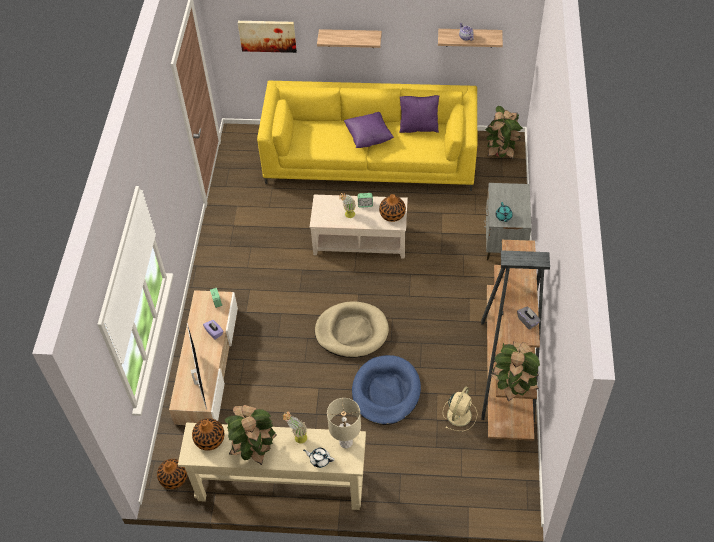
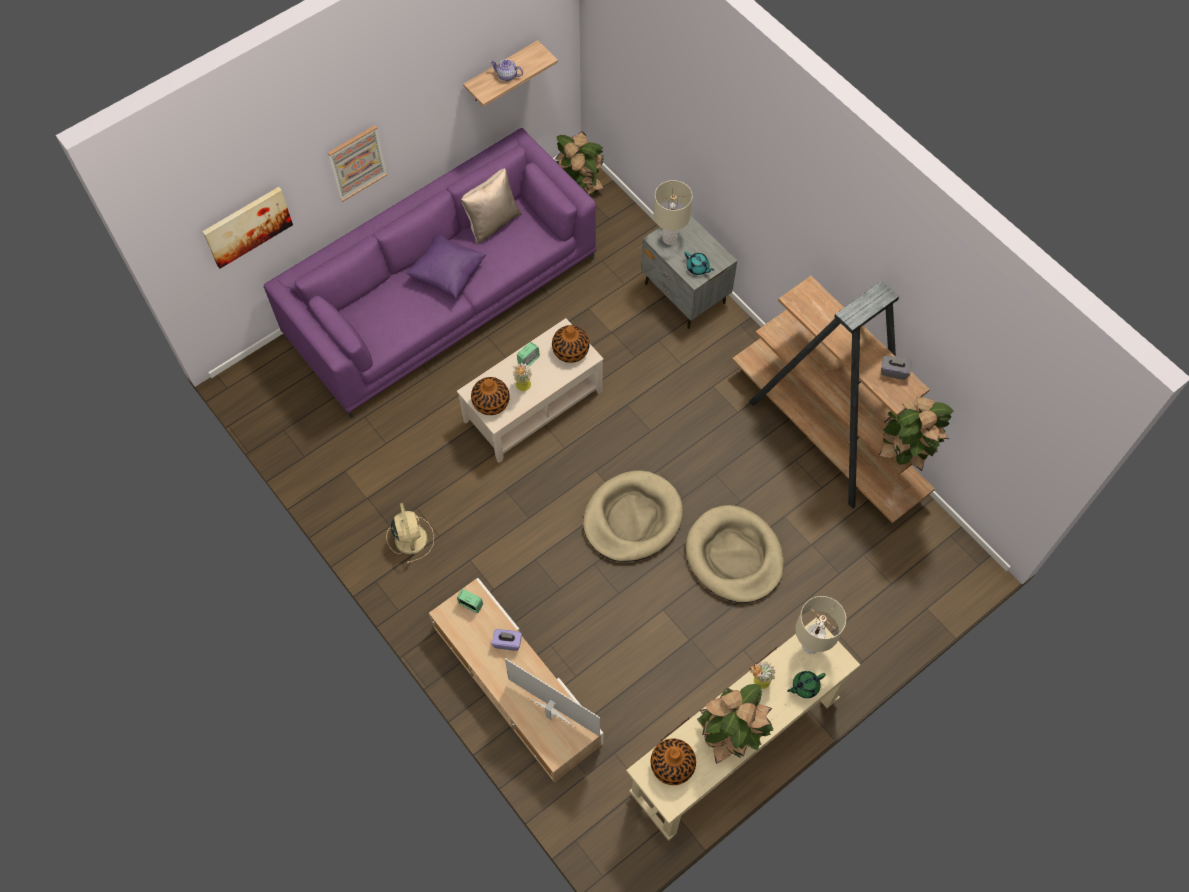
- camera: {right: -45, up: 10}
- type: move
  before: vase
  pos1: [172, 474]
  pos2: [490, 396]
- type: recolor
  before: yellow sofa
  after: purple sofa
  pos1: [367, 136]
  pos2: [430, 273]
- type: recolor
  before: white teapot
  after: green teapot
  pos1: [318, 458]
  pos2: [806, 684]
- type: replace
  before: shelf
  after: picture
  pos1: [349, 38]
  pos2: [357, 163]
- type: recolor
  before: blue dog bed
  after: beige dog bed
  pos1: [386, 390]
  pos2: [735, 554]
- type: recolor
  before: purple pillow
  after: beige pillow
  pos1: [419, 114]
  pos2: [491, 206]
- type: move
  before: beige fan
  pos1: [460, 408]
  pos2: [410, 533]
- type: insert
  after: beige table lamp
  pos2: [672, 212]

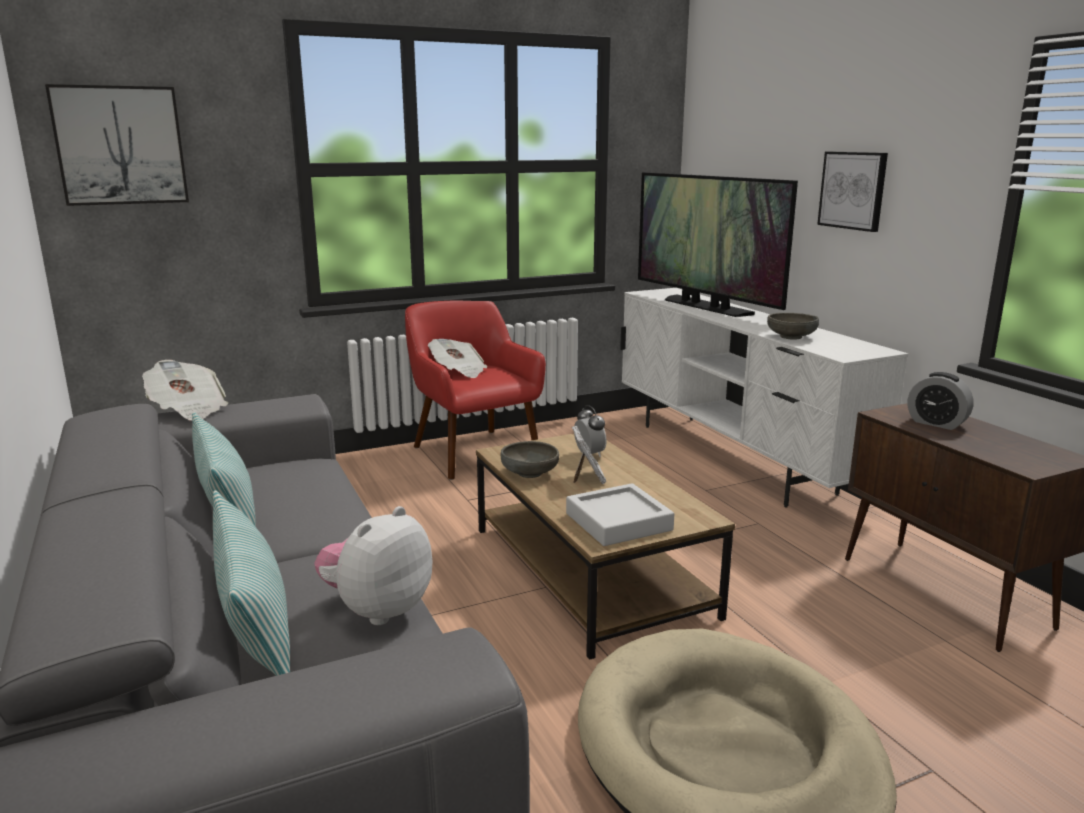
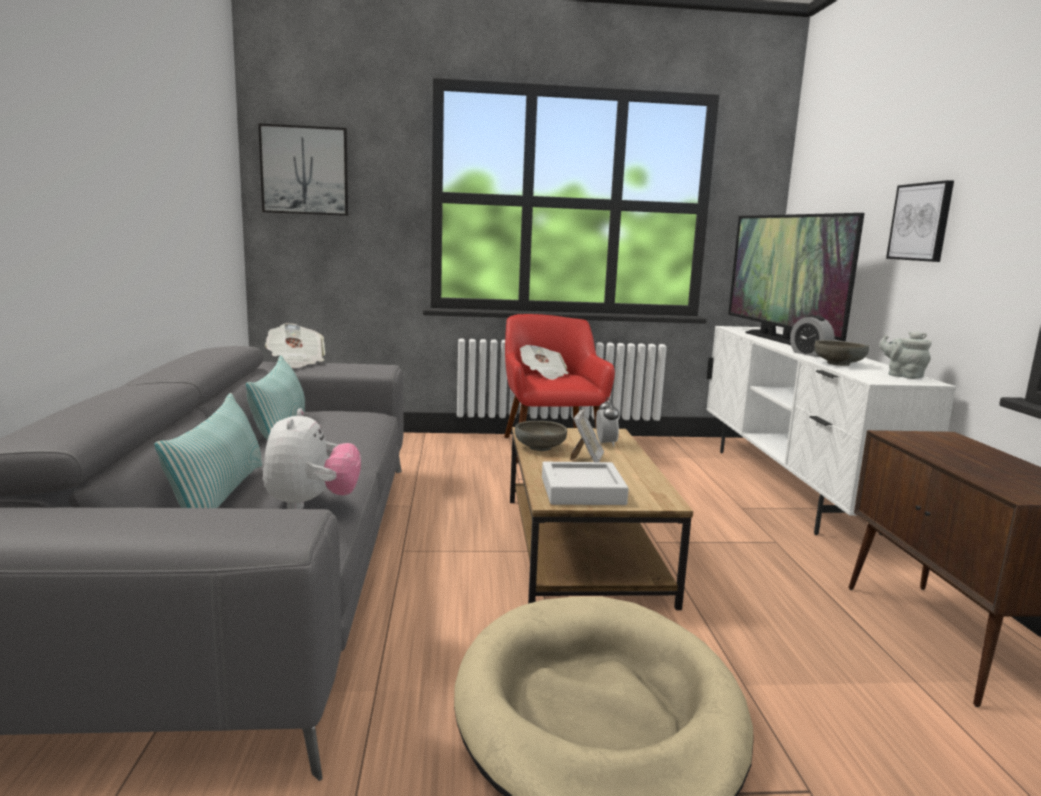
- camera: {right: 20, up: -5}
- type: rotate
  before: plush toy
  pos1: [373, 565]
  pos2: [312, 458]
  turn: 120
- type: move
  before: alarm clock
  pos1: [941, 401]
  pos2: [812, 336]
- type: insert
  after: grey teapot
  pos2: [905, 355]

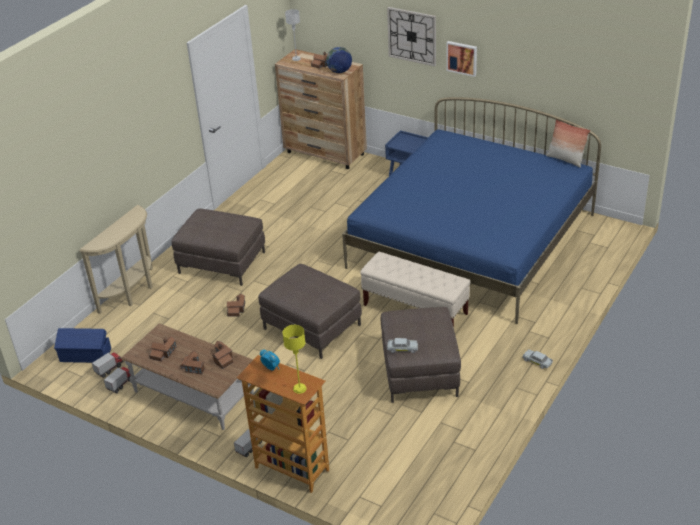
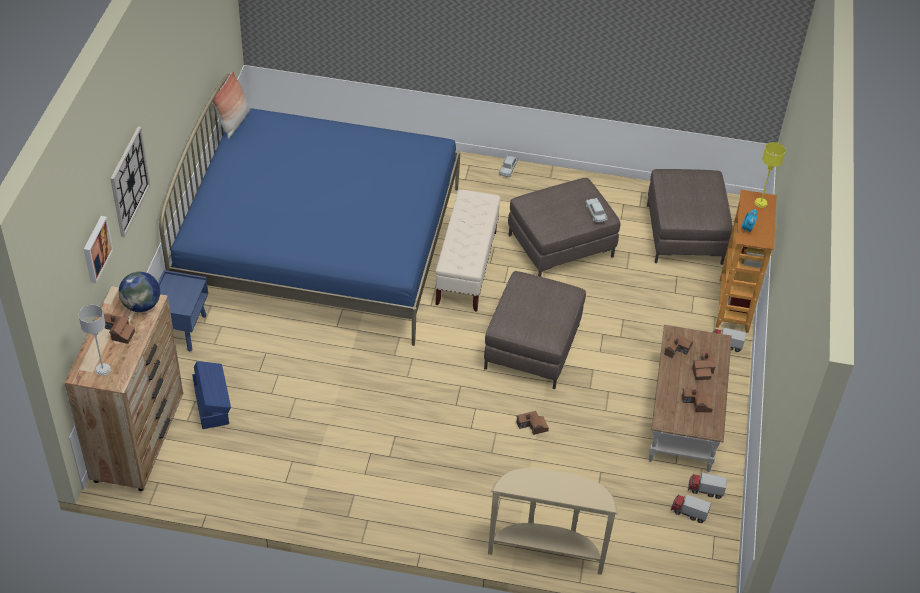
- camera: {right: -115, up: 10}
- type: move
  before: blue storage box
  pos1: [82, 345]
  pos2: [211, 395]
- type: move
  before: brown ottoman
  pos1: [218, 247]
  pos2: [690, 217]
- type: move
  before: picture
  pos1: [461, 59]
  pos2: [98, 249]

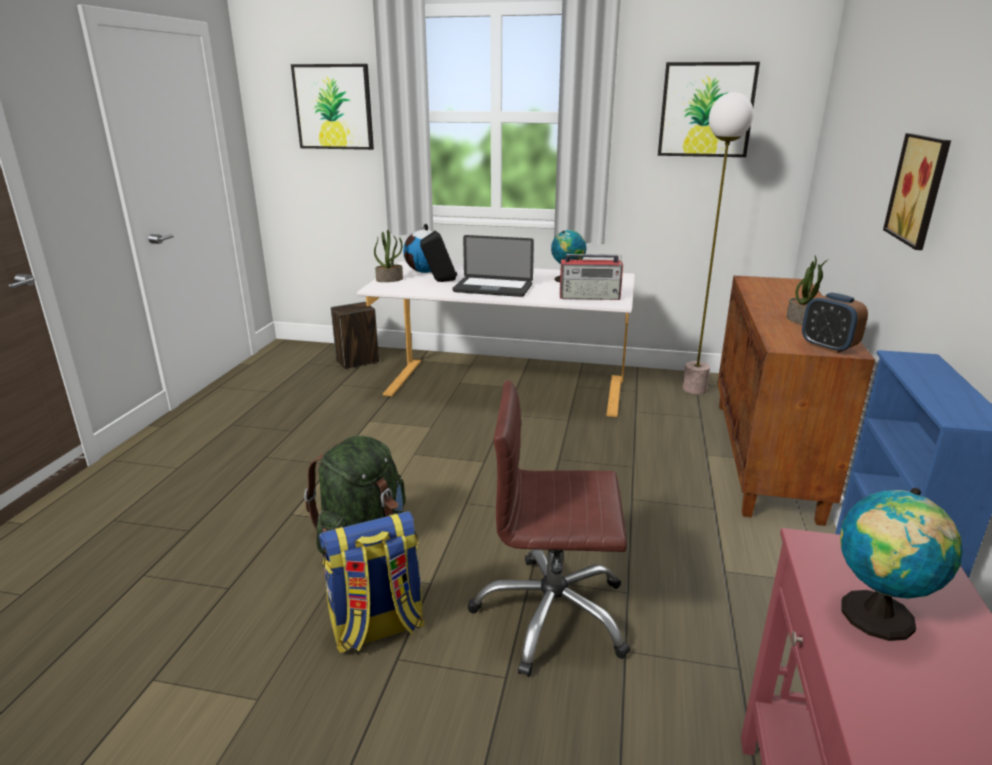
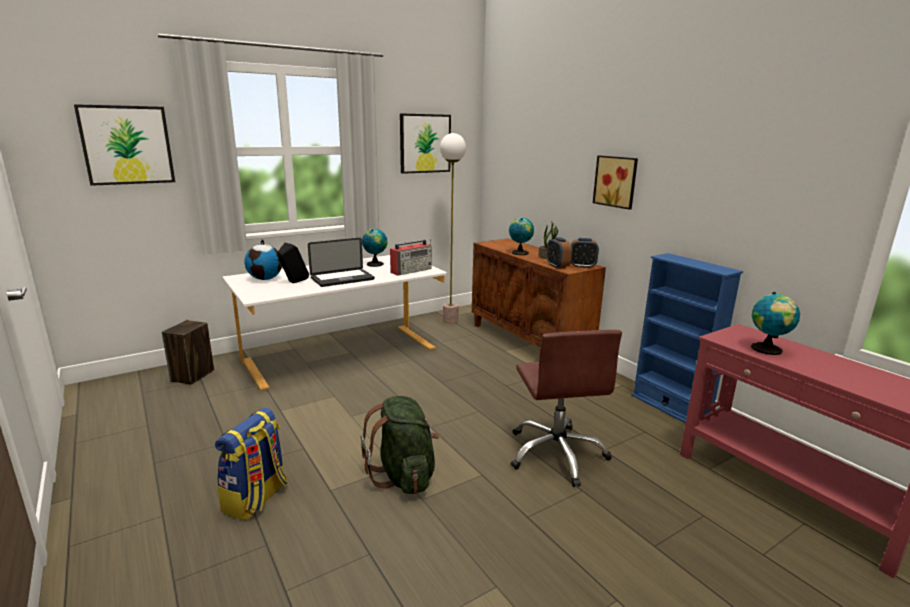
- camera: {right: -45, up: -5}
- type: move
  before: backpack
  pos1: [372, 582]
  pos2: [251, 464]
- type: delete
  before: potted plant
  pos1: [388, 256]
- type: rotate
  before: brown office chair
  pos1: [549, 528]
  pos2: [566, 408]
  turn: -60
- type: insert
  after: globe
  pos2: [521, 236]
- type: insert
  after: alarm clock
  pos2: [559, 253]

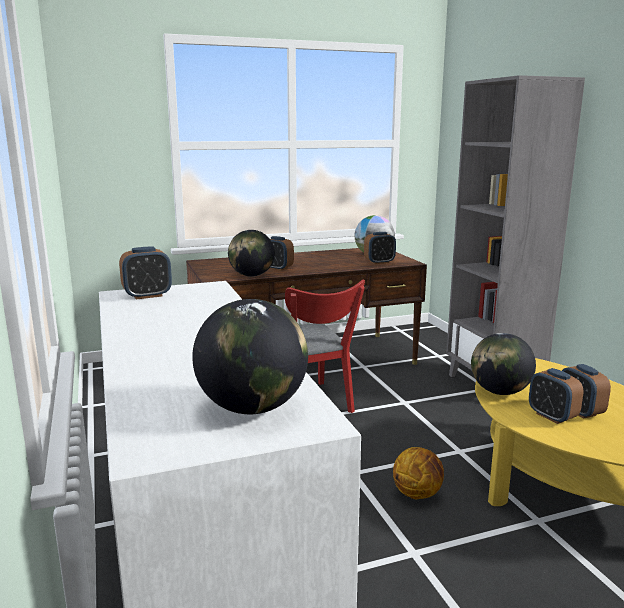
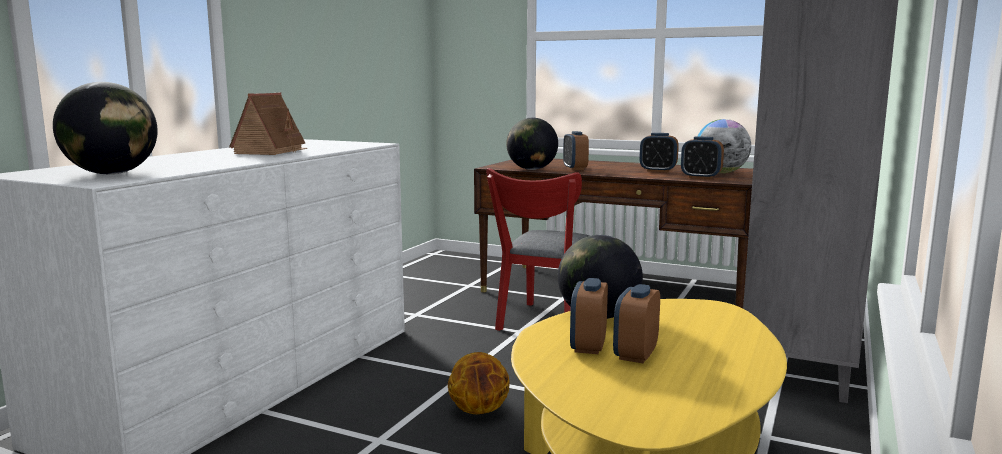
- camera: {right: 45, up: -5}
- type: move
  before: alarm clock
  pos1: [145, 273]
  pos2: [659, 152]
- type: insert
  after: toy house
  pos2: [268, 124]

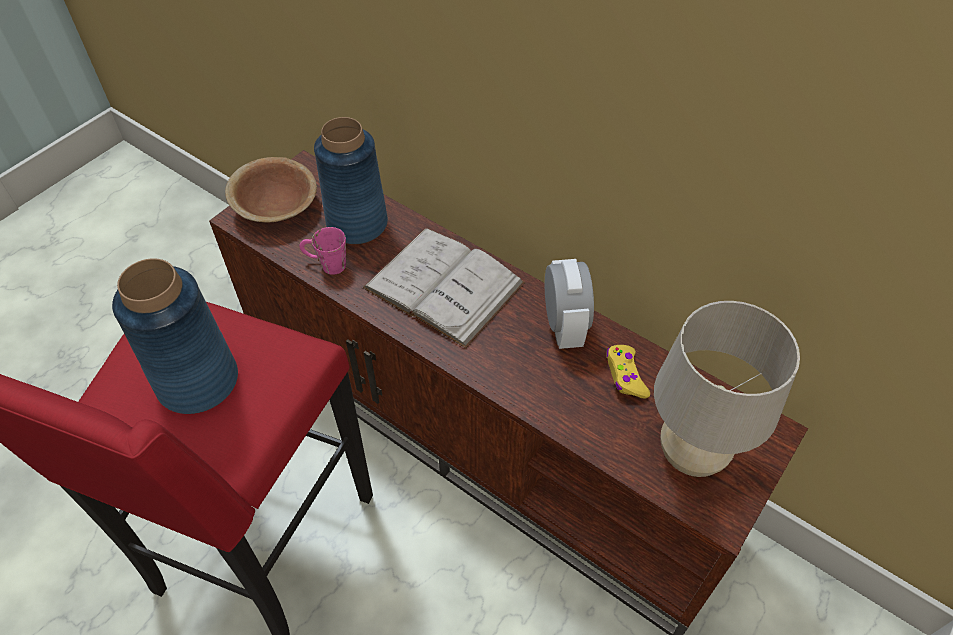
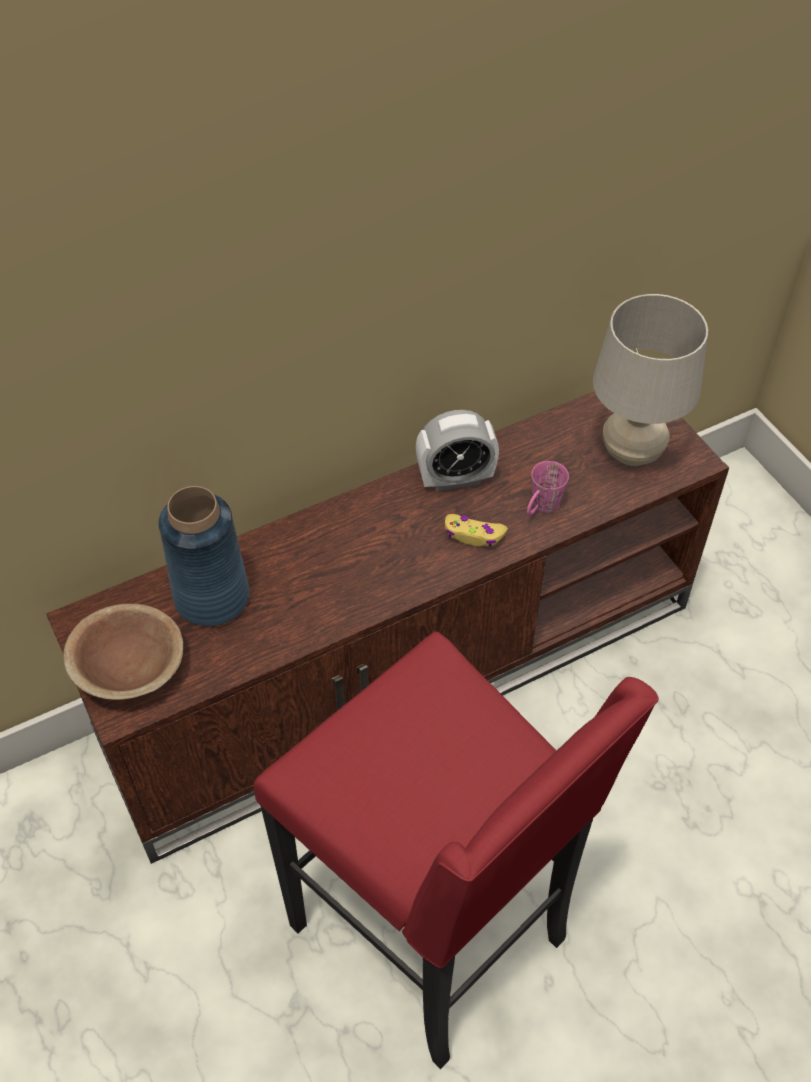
- camera: {right: -65, up: 0}
- type: delete
  before: blue vase
  pos1: [175, 336]
- type: move
  before: pink mug
  pos1: [322, 251]
  pos2: [548, 488]
- type: delete
  before: white book
  pos1: [444, 288]
- type: rotate
  before: alarm clock
  pos1: [569, 304]
  pos2: [457, 450]
  turn: 150
- type: move
  before: yellow game controller
  pos1: [628, 371]
  pos2: [476, 530]

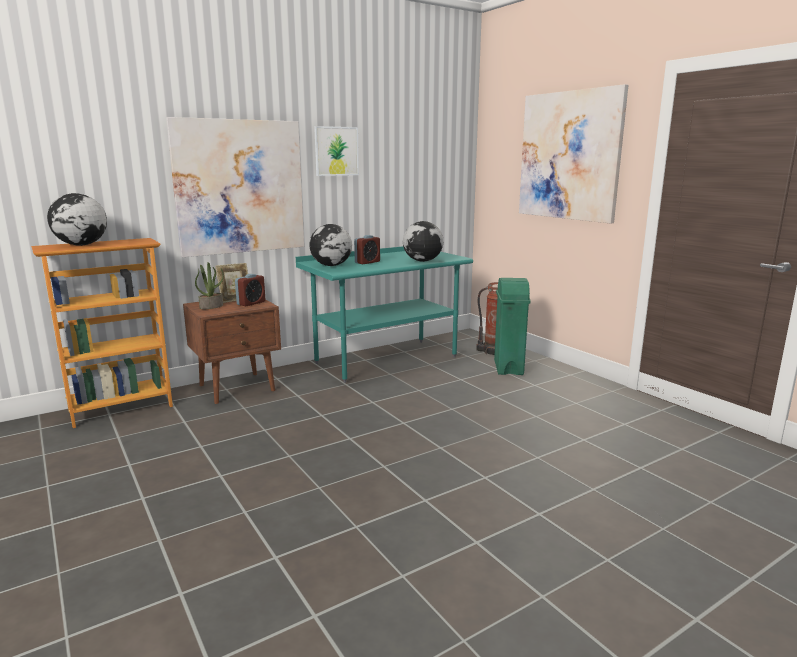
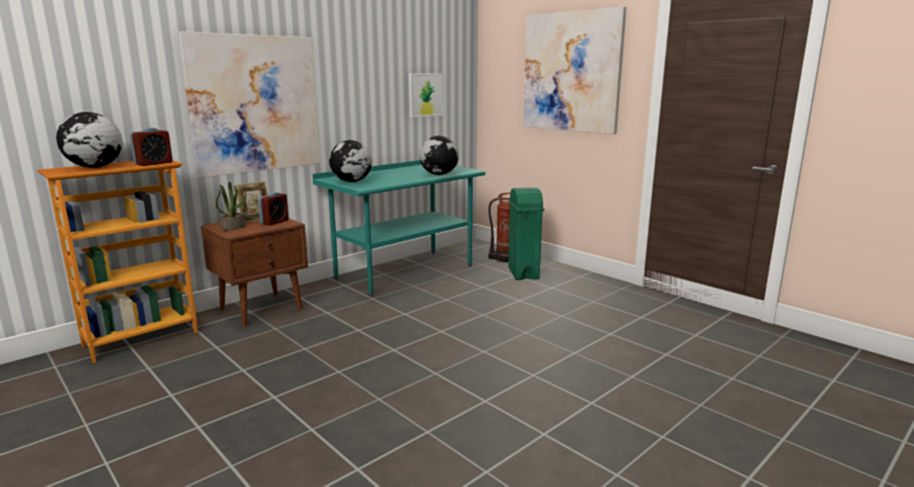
- camera: {right: -10, up: 0}
- type: move
  before: picture
  pos1: [336, 151]
  pos2: [426, 95]
- type: move
  before: alarm clock
  pos1: [367, 249]
  pos2: [151, 147]

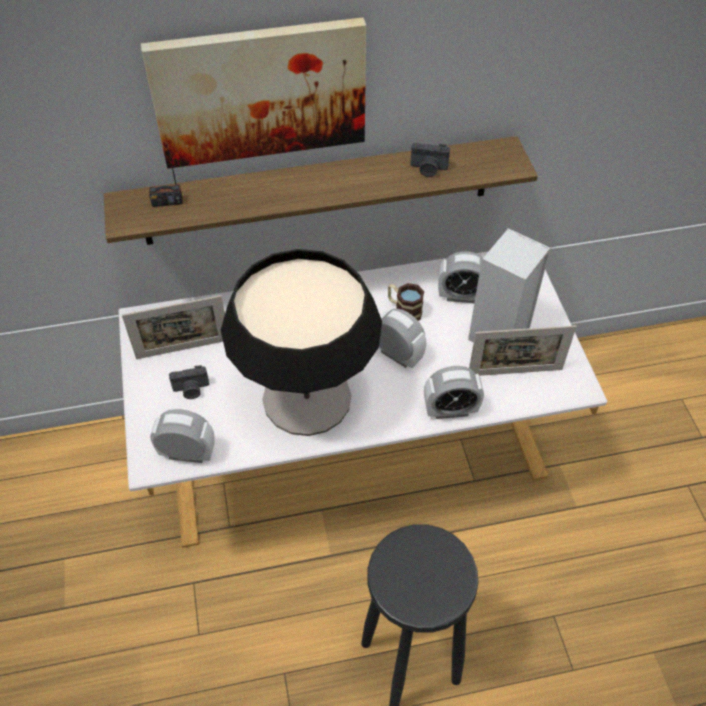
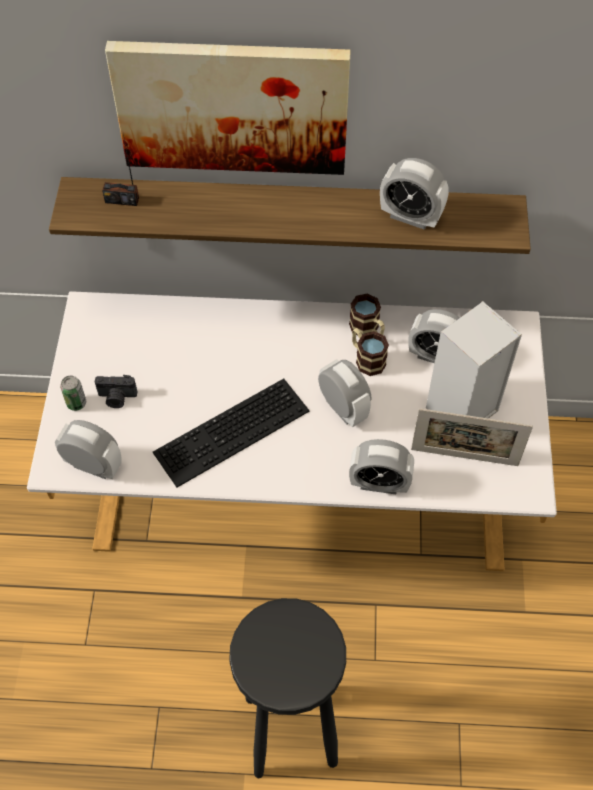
- camera: {right: 15, up: 5}
- type: delete
  before: picture frame
  pos1: [173, 327]
- type: replace
  before: table lamp
  after: keyboard
  pos1: [301, 342]
  pos2: [231, 433]
- type: replace
  before: photo camera
  after: alarm clock
  pos1: [430, 160]
  pos2: [414, 194]
- type: insert
  after: can
  pos2: [73, 393]
- type: insert
  after: mug
  pos2: [367, 314]

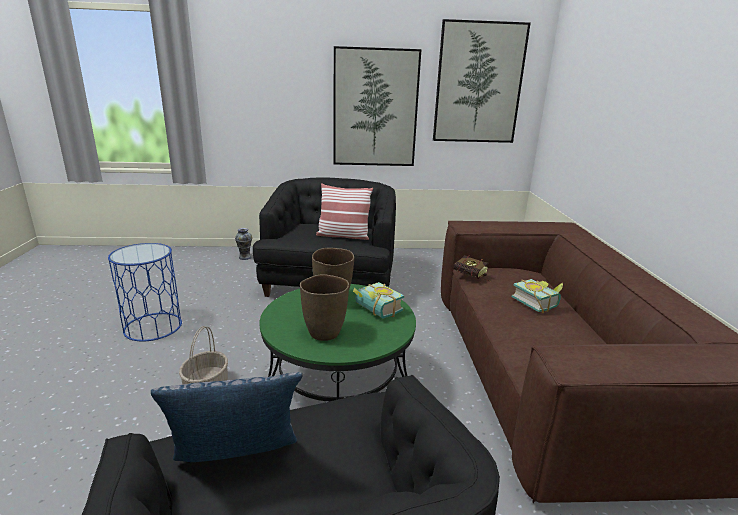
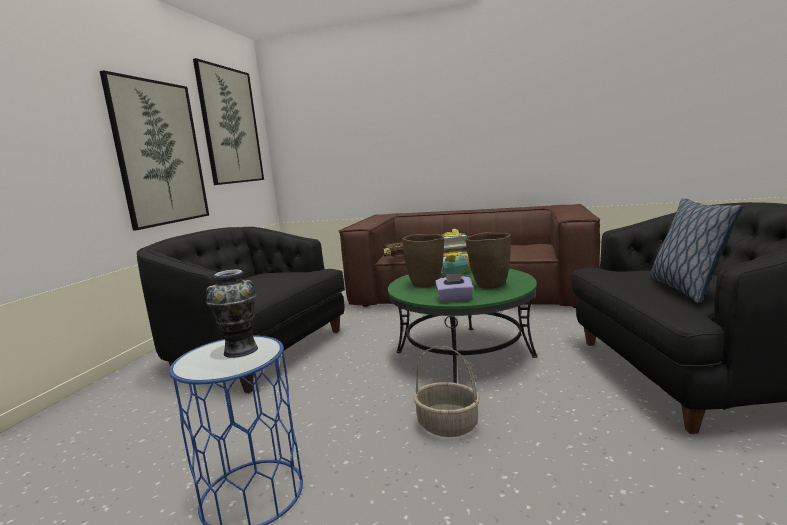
- camera: {right: -70, up: -10}
- type: move
  before: vase
  pos1: [243, 244]
  pos2: [232, 314]
- type: delete
  before: pillow
  pos1: [344, 211]
- type: insert
  after: purple tissue box
  pos2: [454, 287]

